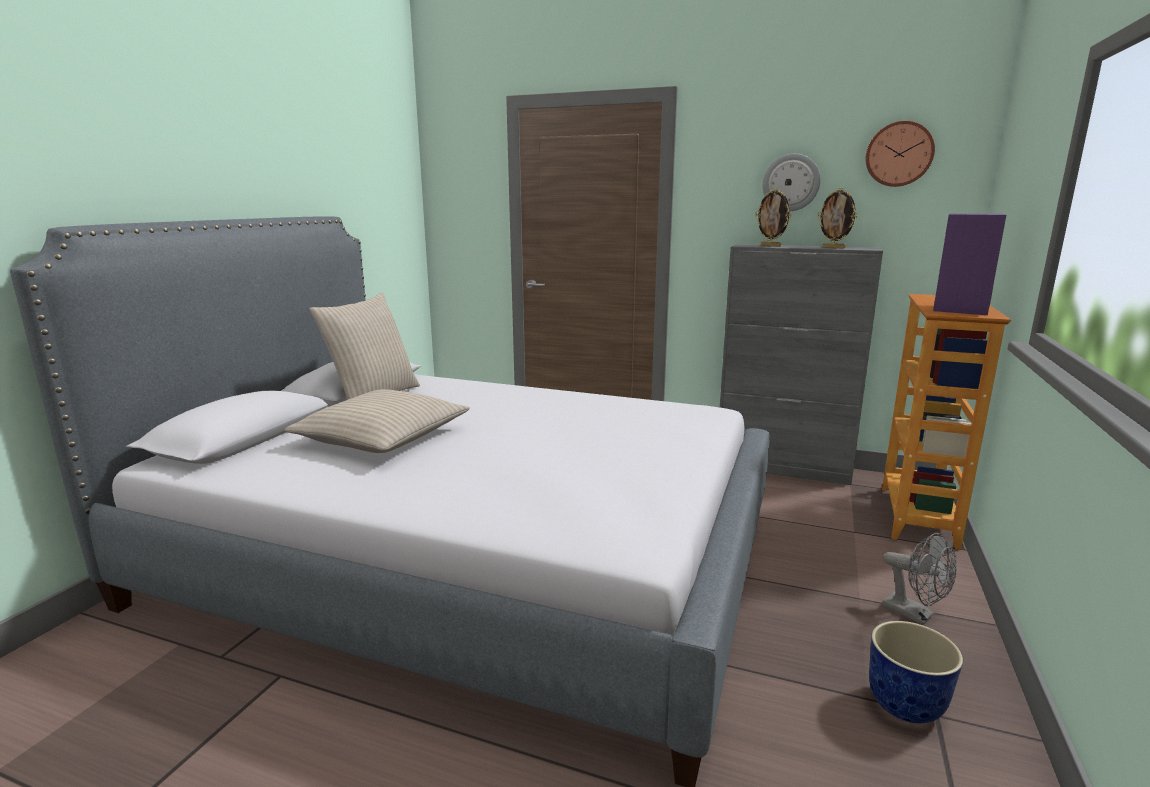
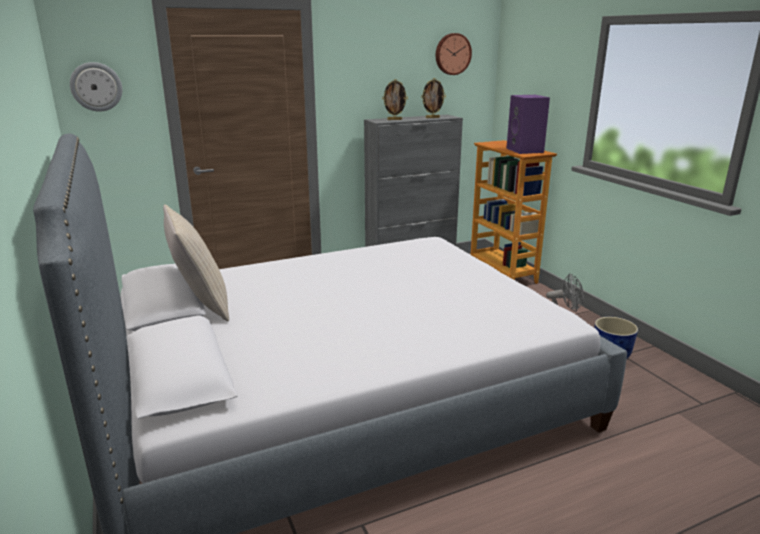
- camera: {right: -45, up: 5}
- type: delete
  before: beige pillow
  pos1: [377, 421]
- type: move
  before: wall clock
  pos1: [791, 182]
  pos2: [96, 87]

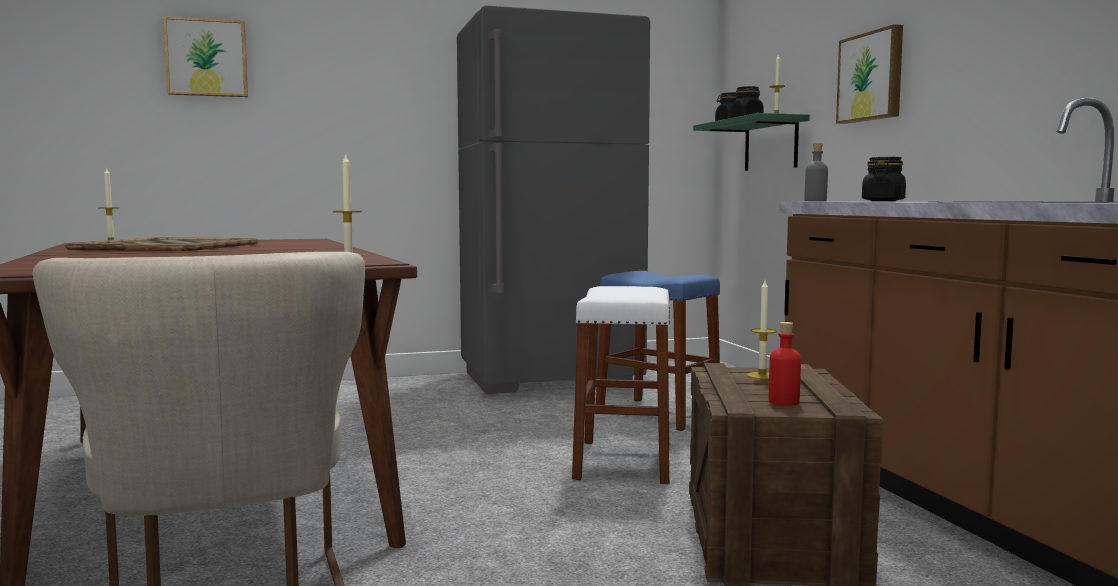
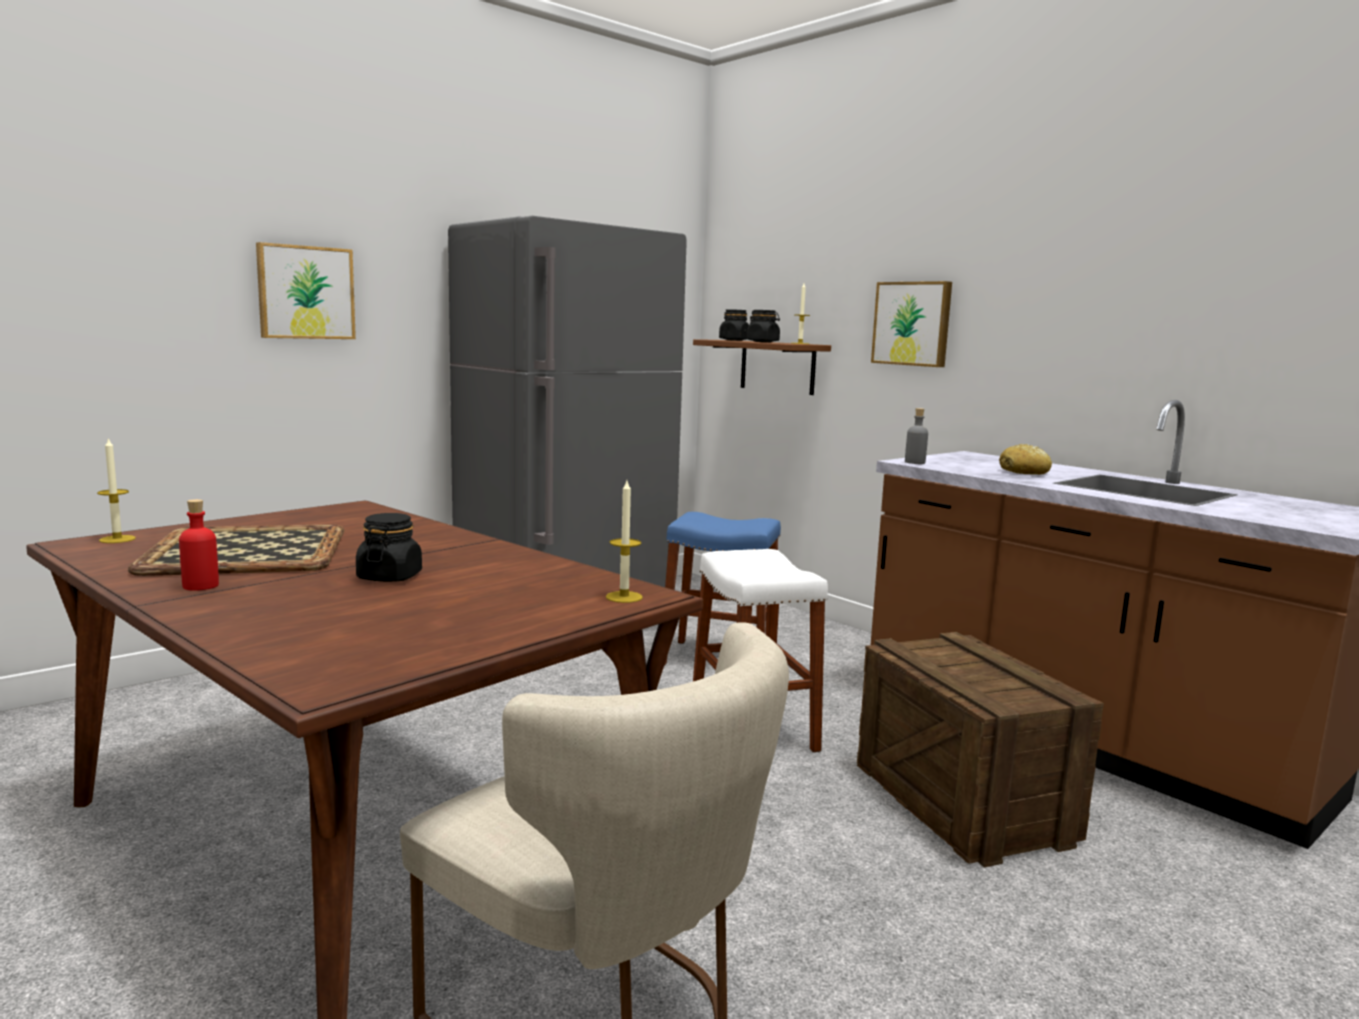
- camera: {right: -25, up: 5}
- type: move
  before: picture
  pos1: [205, 56]
  pos2: [306, 290]
- type: recolor
  before: green shelf
  after: brown shelf
  pos1: [751, 142]
  pos2: [762, 367]
- type: delete
  before: candle
  pos1: [762, 330]
- type: move
  before: red bottle
  pos1: [785, 363]
  pos2: [199, 545]
- type: move
  before: black jar
  pos1: [884, 179]
  pos2: [389, 547]
- type: insert
  after: bread
  pos2: [1025, 459]

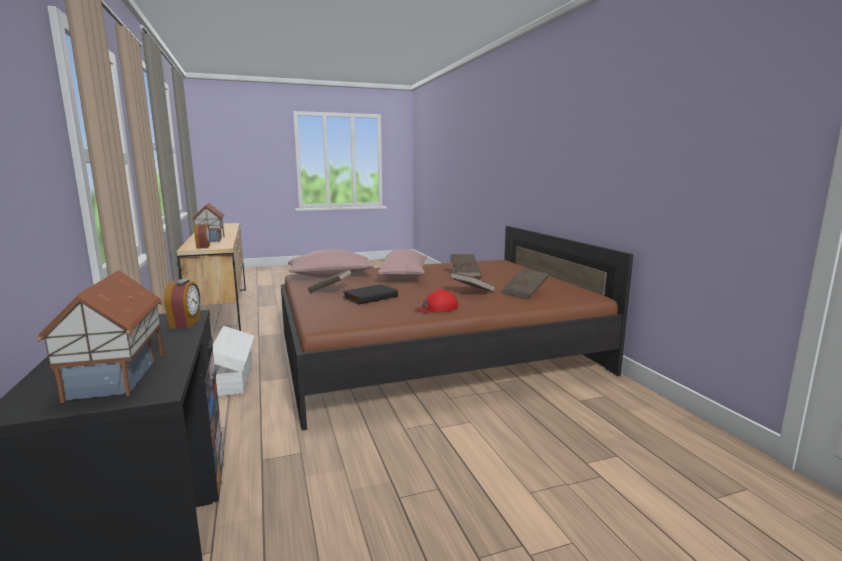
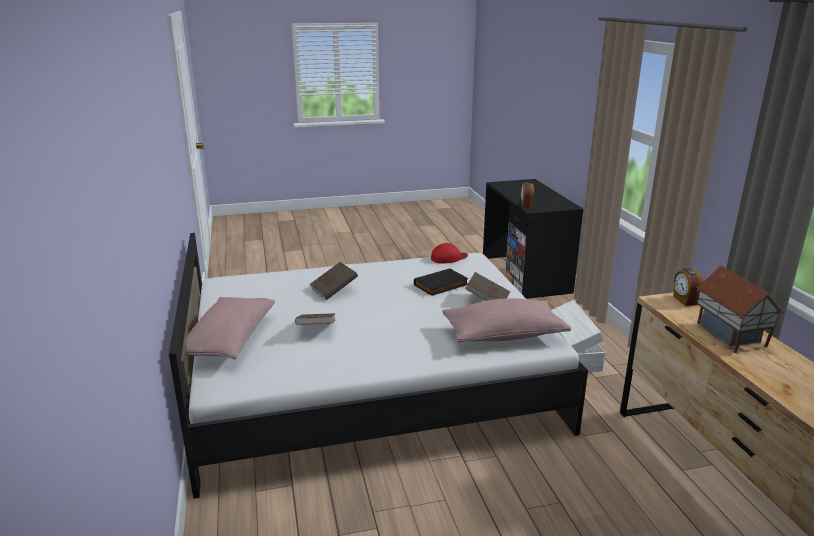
- camera: {right: -175, up: 10}
- type: delete
  before: toy house
  pos1: [101, 336]
- type: recolor
  before: brown bed
  after: white bed
  pos1: [457, 328]
  pos2: [378, 366]
- type: move
  before: pink pillow
  pos1: [402, 264]
  pos2: [230, 328]
- type: move
  before: red cap
  pos1: [436, 301]
  pos2: [449, 253]
- type: delete
  before: brown book
  pos1: [525, 284]

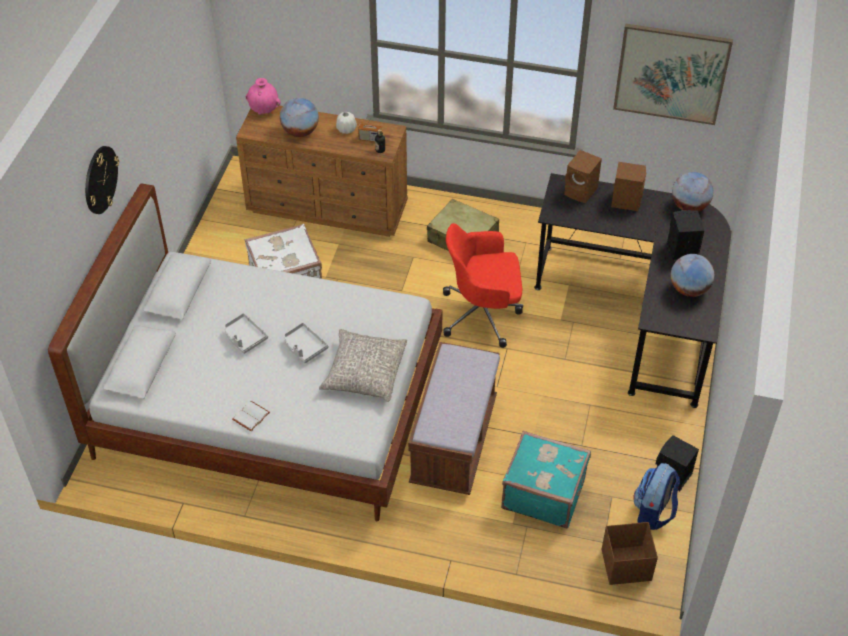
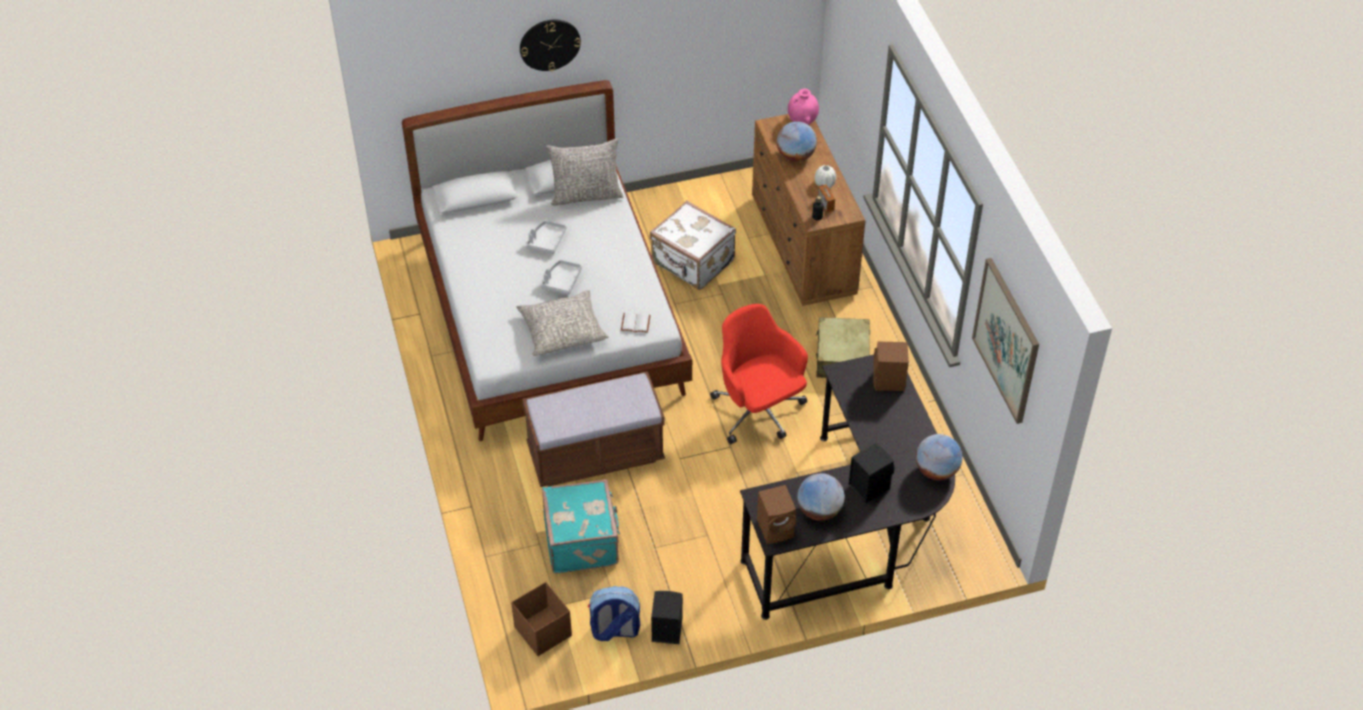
- camera: {right: 60, up: 0}
- type: move
  before: white book
  pos1: [251, 416]
  pos2: [635, 322]
- type: move
  before: brown speaker
  pos1: [629, 186]
  pos2: [776, 514]
- type: insert
  after: grey pillow
  pos2: [584, 172]

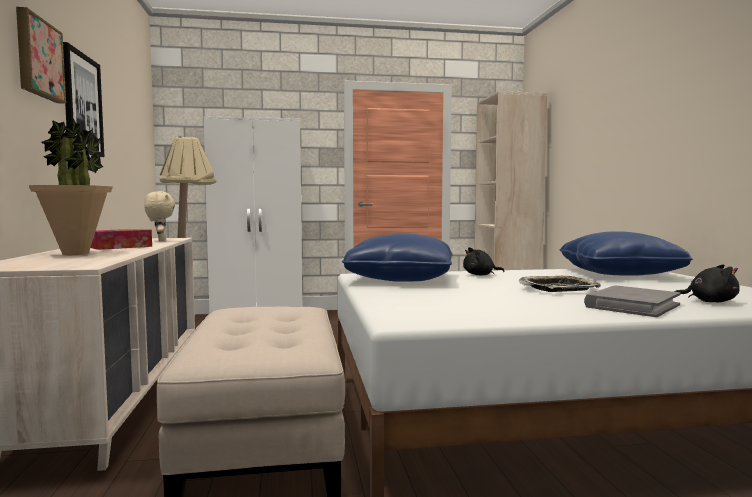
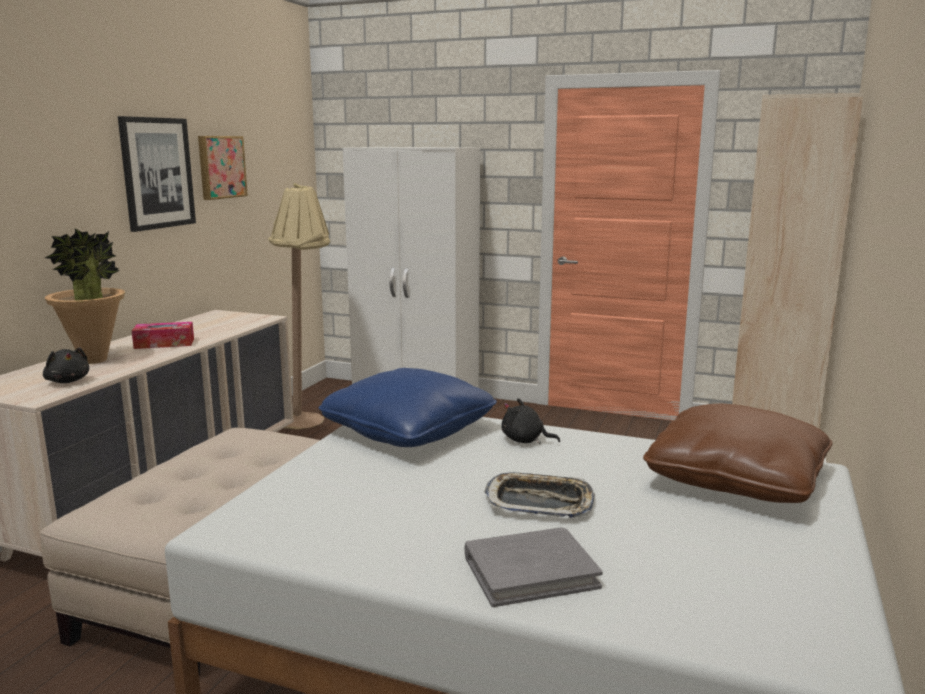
- camera: {right: 30, up: 10}
- type: move
  before: picture
  pos1: [41, 55]
  pos2: [223, 168]
- type: delete
  before: beige plush toy
  pos1: [159, 216]
- type: recolor
  before: blue pillow
  after: brown pillow
  pos1: [626, 253]
  pos2: [738, 453]
- type: move
  before: black plush toy
  pos1: [707, 283]
  pos2: [66, 365]

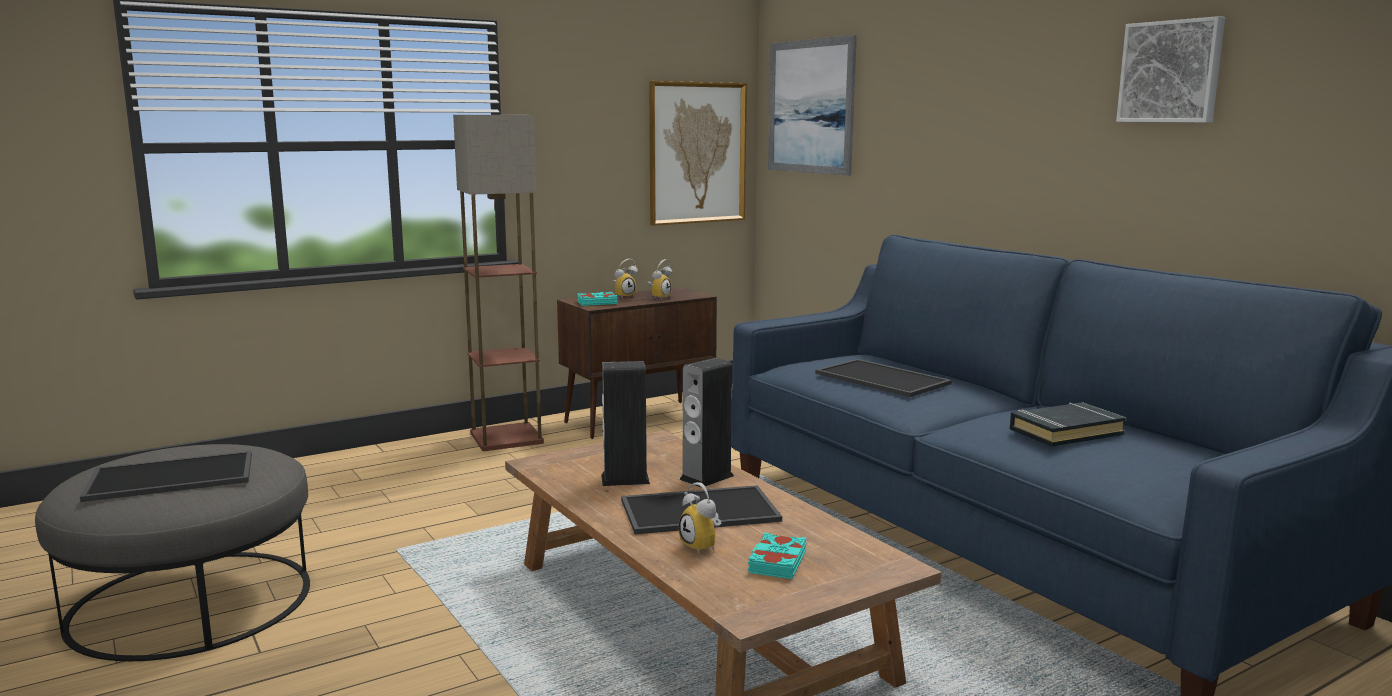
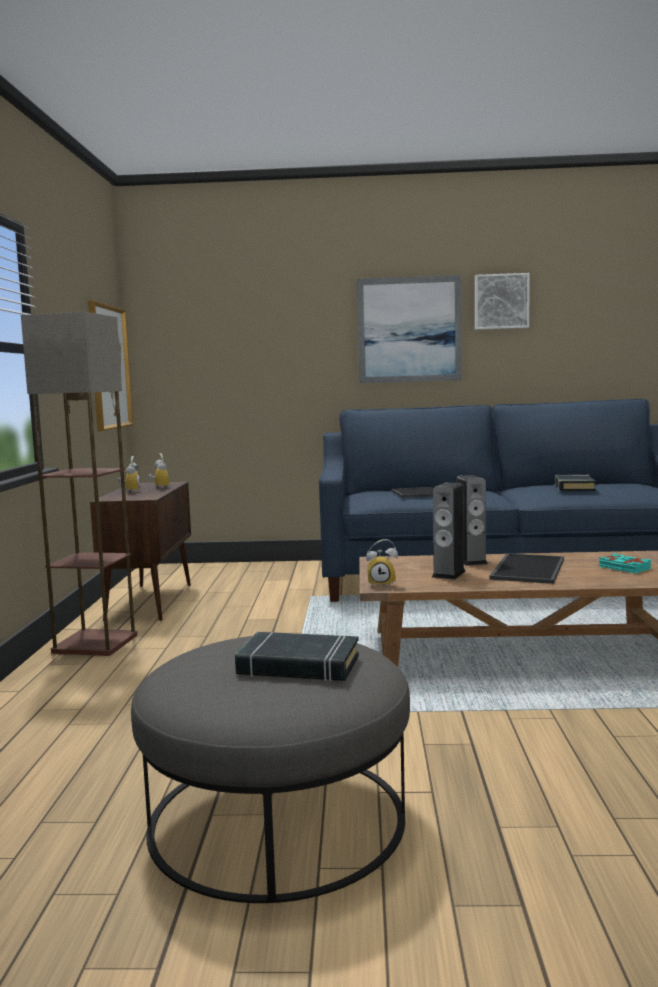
- camera: {right: -55, up: -5}
- type: replace
  before: tray
  after: black book
  pos1: [166, 476]
  pos2: [297, 657]
- type: delete
  before: turquoise book
  pos1: [597, 299]
- type: move
  before: alarm clock
  pos1: [700, 518]
  pos2: [382, 563]
- type: move
  before: picture
  pos1: [812, 105]
  pos2: [409, 329]

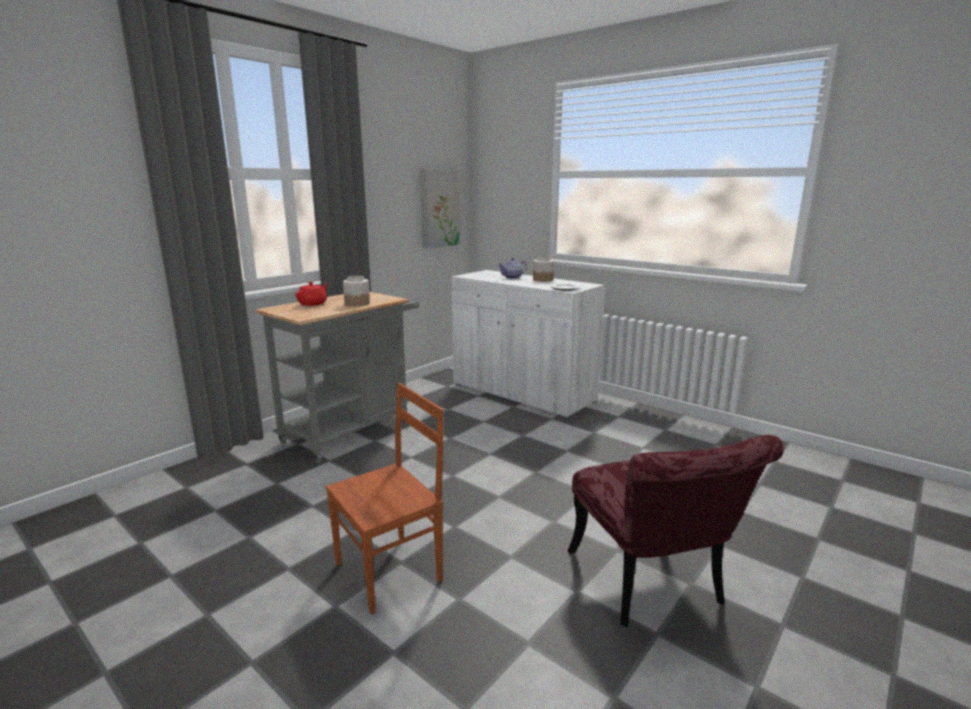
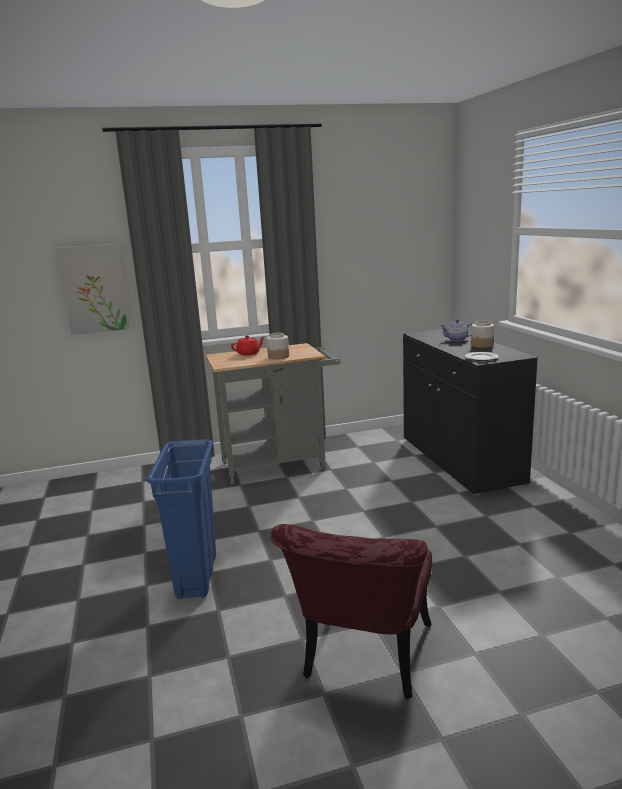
- camera: {right: 35, up: 0}
- type: replace
  before: brown chair
  after: blue trash can
  pos1: [384, 498]
  pos2: [181, 519]
- type: move
  before: picture
  pos1: [440, 209]
  pos2: [93, 289]
- type: recolor
  before: white cabinet
  after: black cabinet
  pos1: [528, 344]
  pos2: [470, 412]

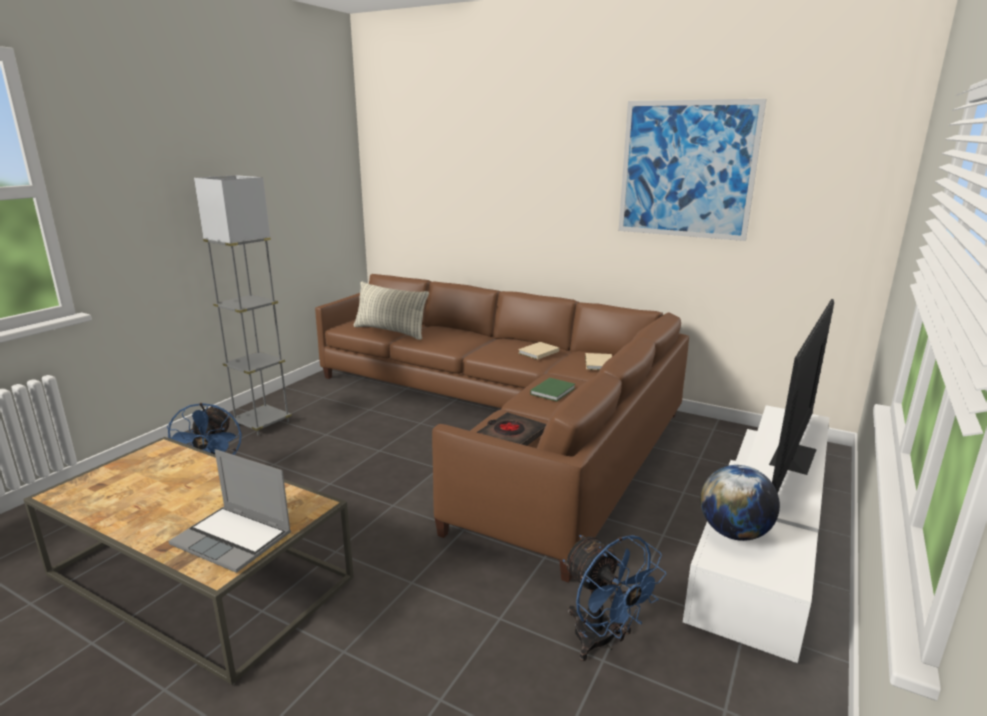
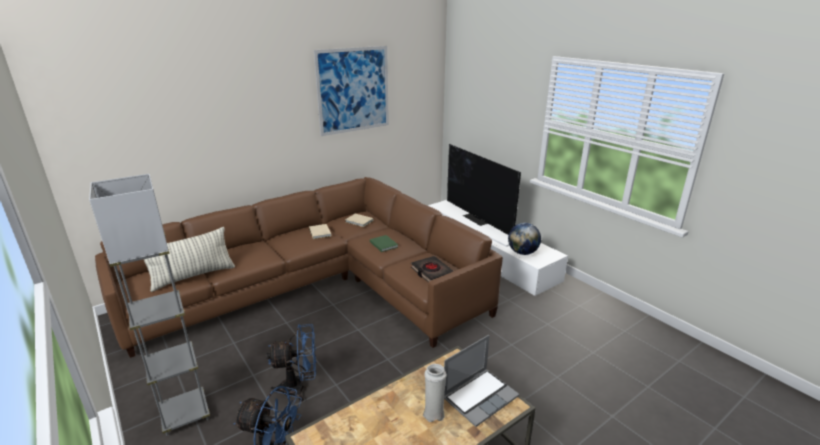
- camera: {right: -65, up: 5}
- type: move
  before: blue fan
  pos1: [614, 598]
  pos2: [291, 363]
- type: insert
  after: white vase
  pos2: [435, 393]

